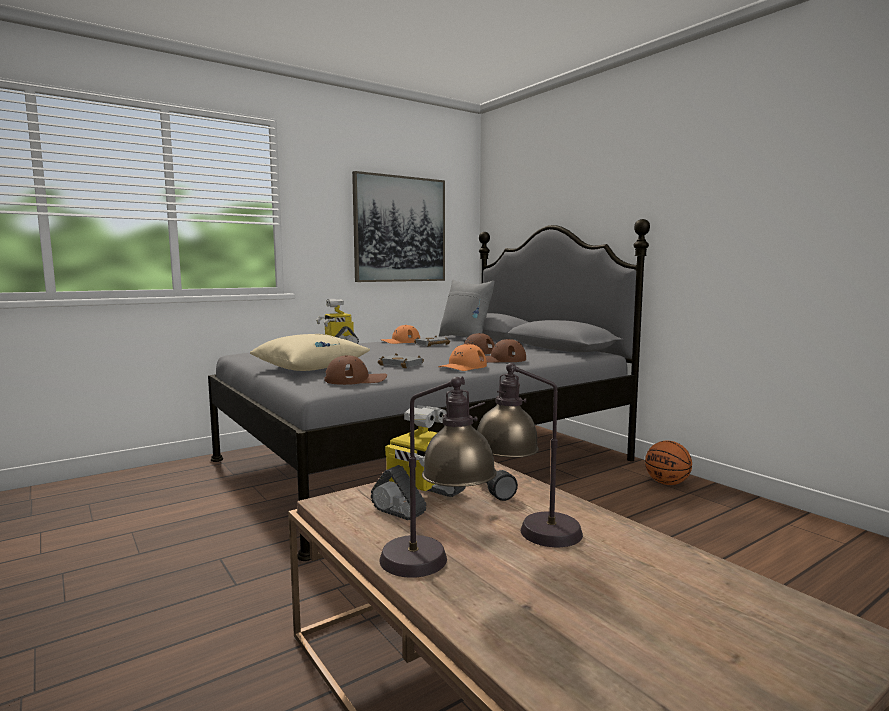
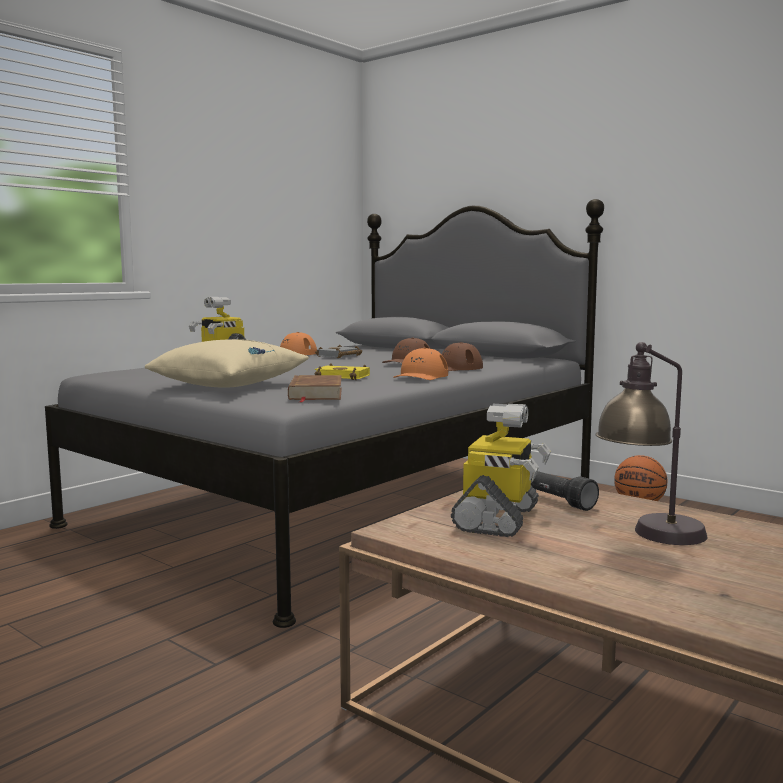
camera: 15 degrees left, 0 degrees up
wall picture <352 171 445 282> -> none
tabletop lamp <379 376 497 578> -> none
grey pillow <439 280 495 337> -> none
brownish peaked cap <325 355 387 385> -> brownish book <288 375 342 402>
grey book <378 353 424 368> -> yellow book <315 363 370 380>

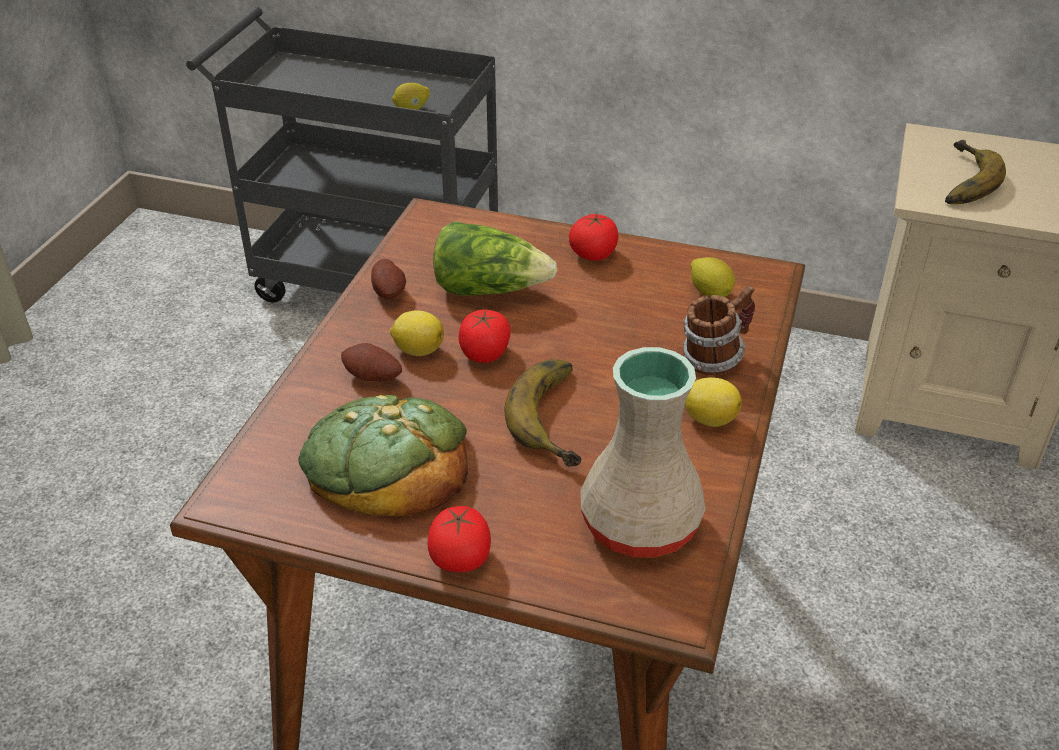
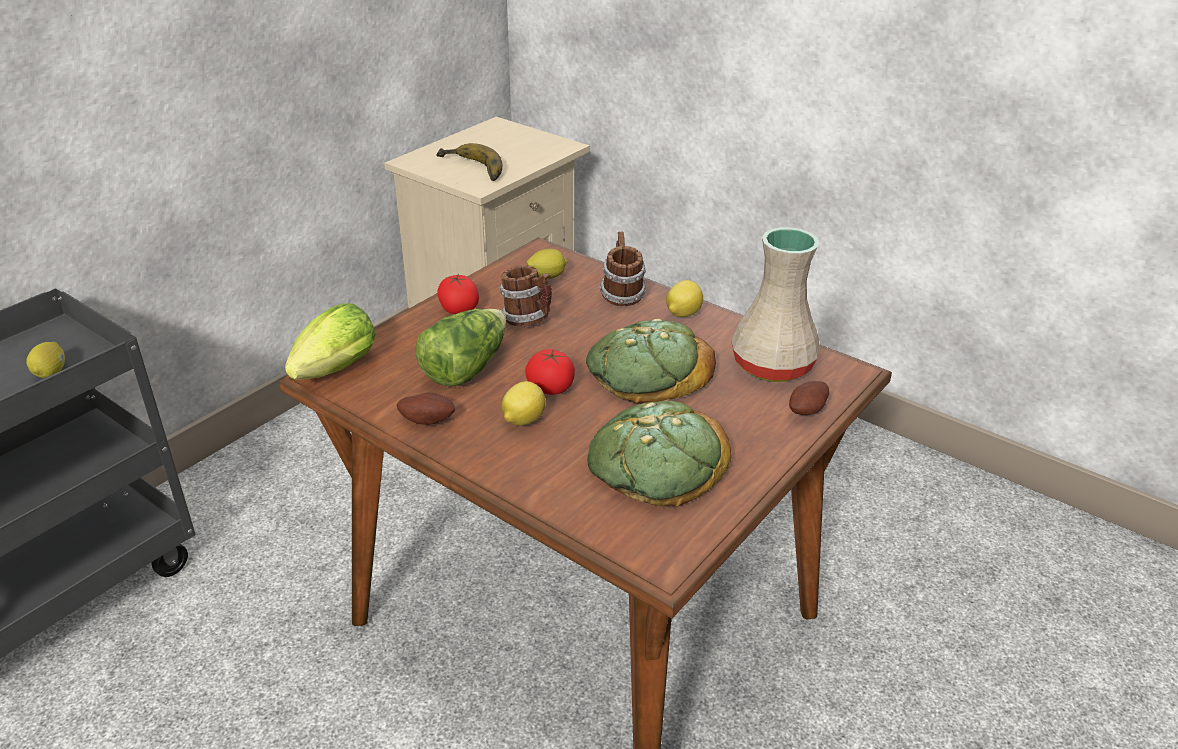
camera: 70 degrees left, 5 degrees down
fresh tomato <427 506 491 572> -> none
none -> lettuce <285 303 376 379>
none -> tea mug <499 265 552 326>
whole potato <341 343 402 381> -> whole potato <789 381 829 415>, shifted
banana <504 359 581 467> -> bakery bread <586 319 716 404>

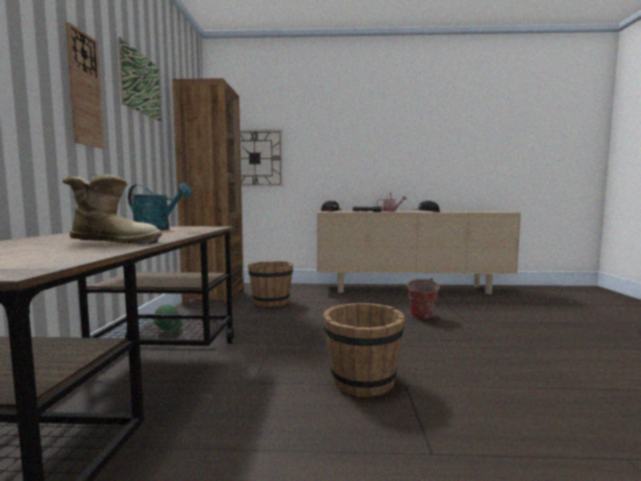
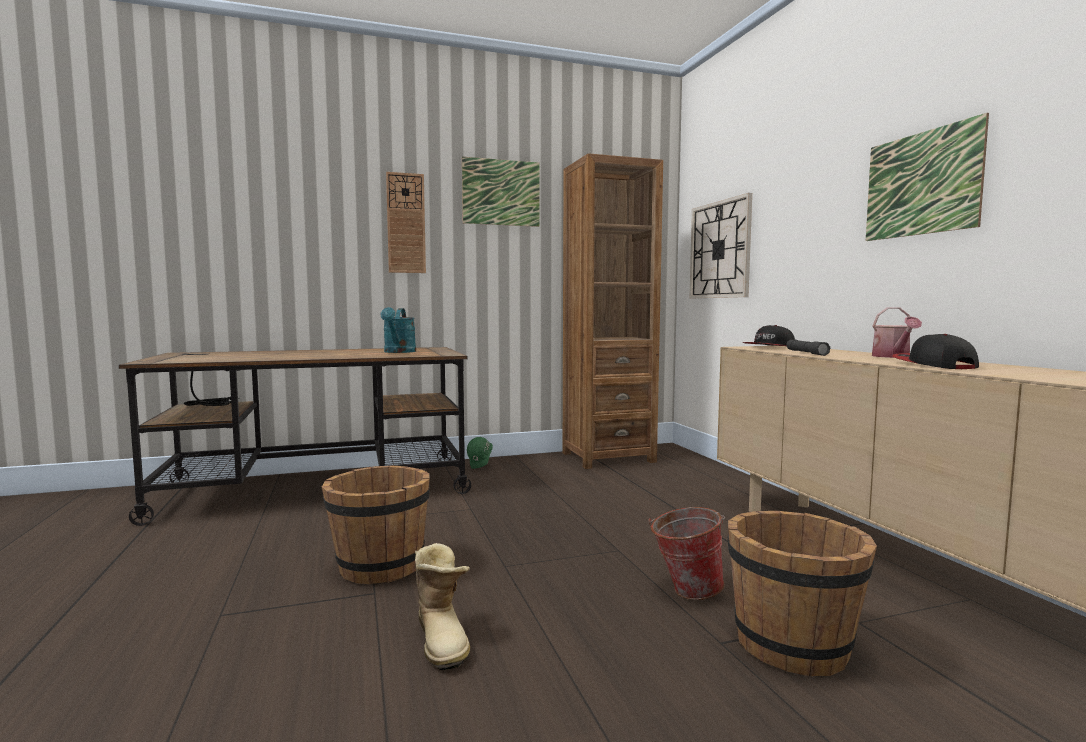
camera: 70 degrees right, 0 degrees up
none -> wall picture <866 113 989 241>
boot <62 174 162 244> -> boot <415 543 470 670>, shifted
brownish bucket <248 261 293 307> -> brownish bucket <727 511 877 676>, shifted

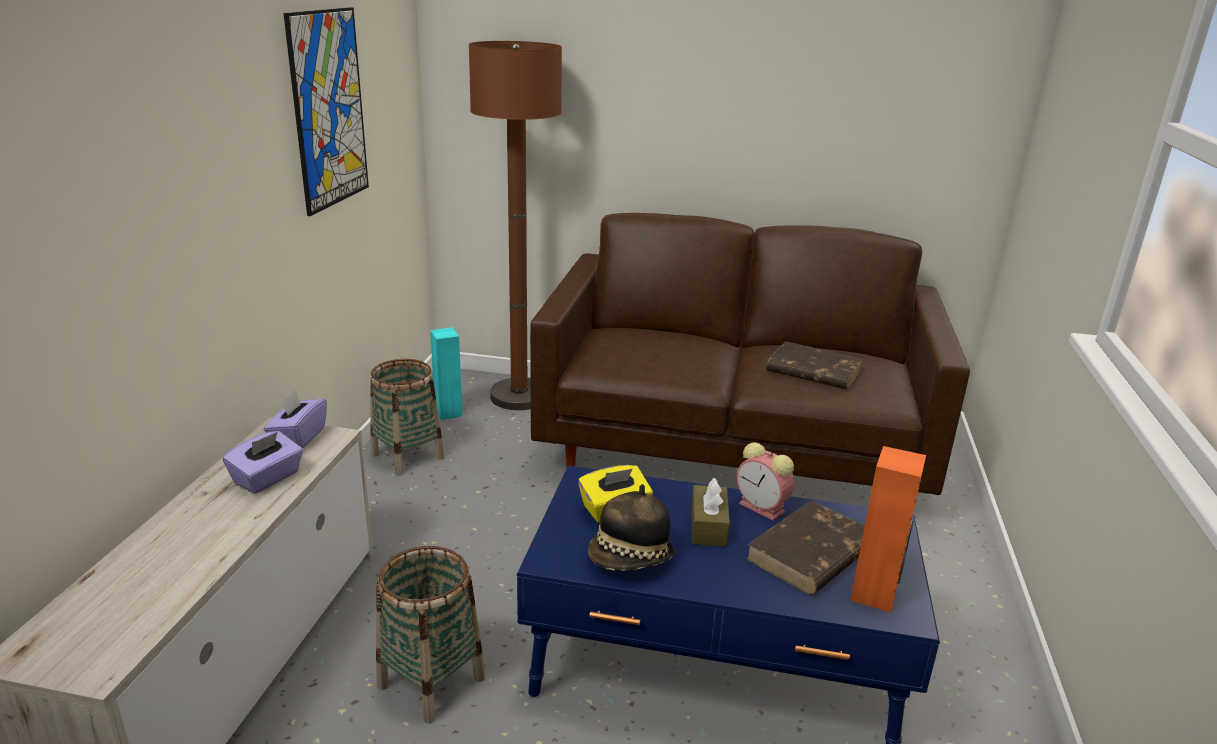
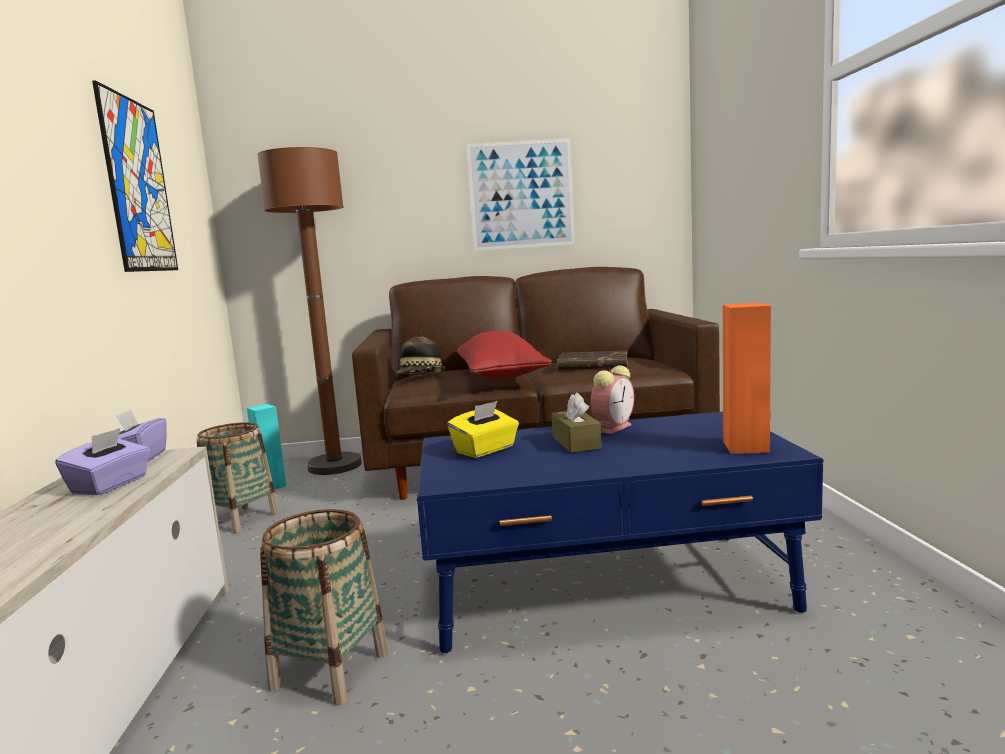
camera: 15 degrees left, 15 degrees down
brownish book <746 500 864 595> -> none
none -> red-coloured pillow <457 330 552 380>
none -> wall picture <466 138 575 251>
wearable hat <588 484 675 571> -> wearable hat <396 332 446 374>, shifted
bedside clock <737 442 795 521> -> bedside clock <591 365 634 434>, 75 degrees counterclockwise

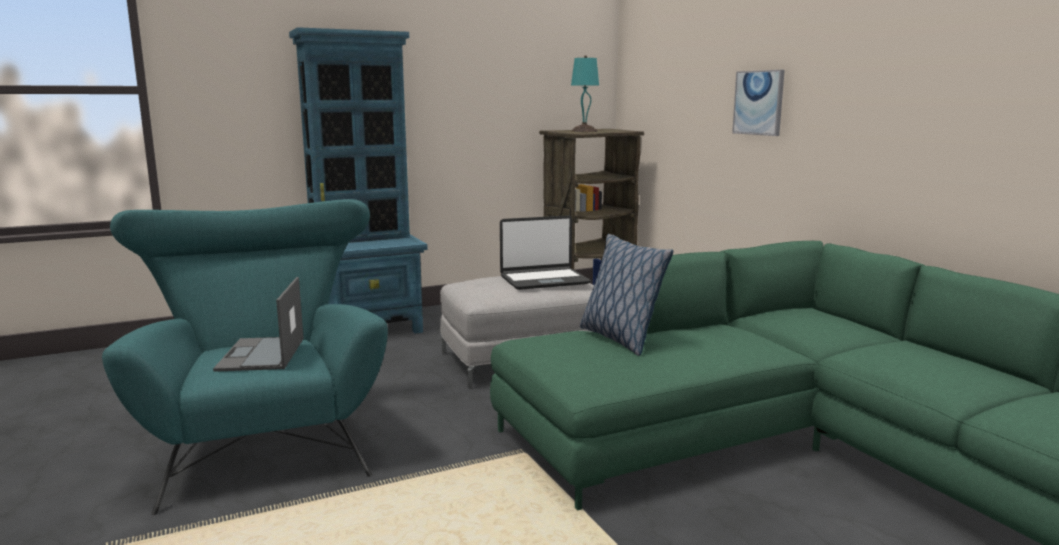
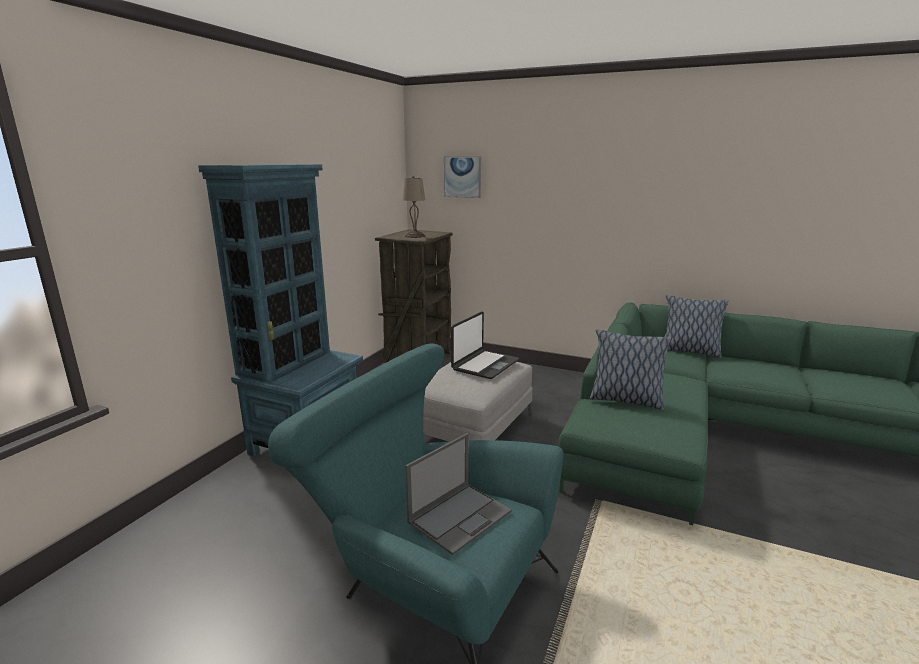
camera: 40 degrees left, 5 degrees up
none -> pillow <665 295 728 358>
wall picture <732 70 785 136> -> wall picture <444 156 481 198>, shifted
turquoise tabletop lamp <571 55 599 132> -> beige tabletop lamp <403 176 425 238>
notebook computer <213 277 304 372> -> notebook computer <405 433 512 555>, 90 degrees counterclockwise

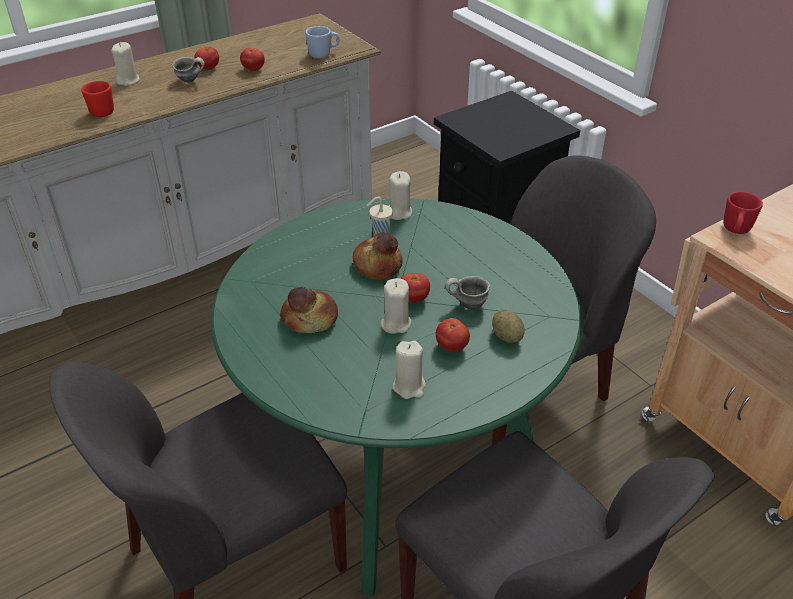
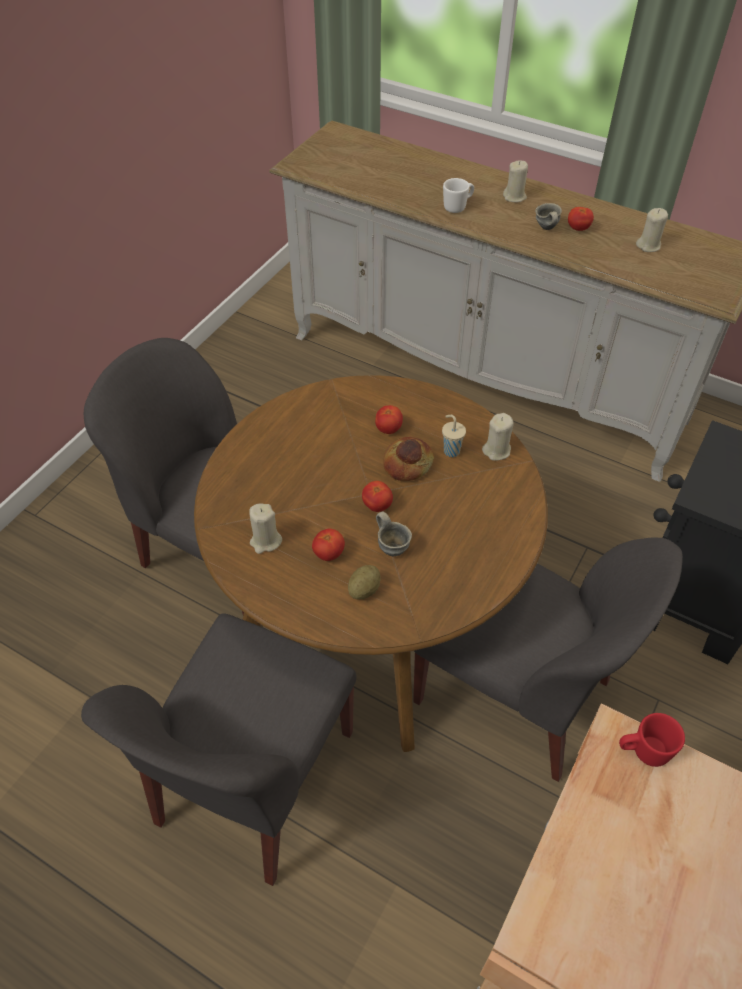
camera: 65 degrees right, 10 degrees up
bakery bread <280 287 338 333> -> none
bluish tea mug <305 26 340 58> -> none
fresh tomato <240 47 265 71> -> fresh tomato <375 405 403 434>, shifted
beige wax light <381 278 411 334> -> beige wax light <636 208 668 252>, shifted
red-coloured tea mug <81 81 114 117> -> white-coloured tea mug <443 178 474 213>
green-coloured dinner table <211 198 582 596> -> brownish dinner table <194 375 548 752>

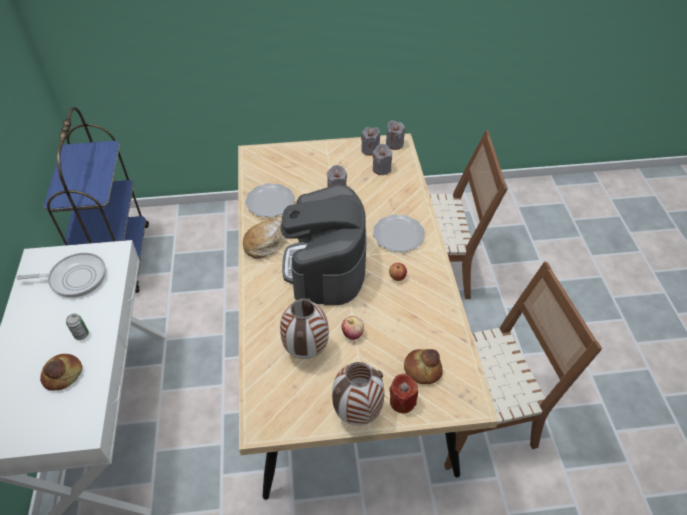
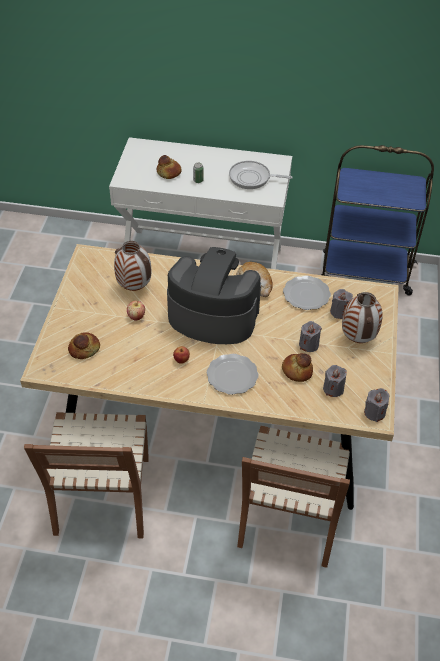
camera: 105 degrees right, 0 degrees up
red-coloured wax light <390 373 418 413> -> none
none -> bakery bread <282 353 313 382>
flower vase <332 362 384 425> -> flower vase <342 292 383 343>, shifted
grey wax light <361 127 380 156> -> grey wax light <330 289 353 319>, shifted
skillet <16 253 106 298> -> skillet <229 161 293 189>, 90 degrees clockwise

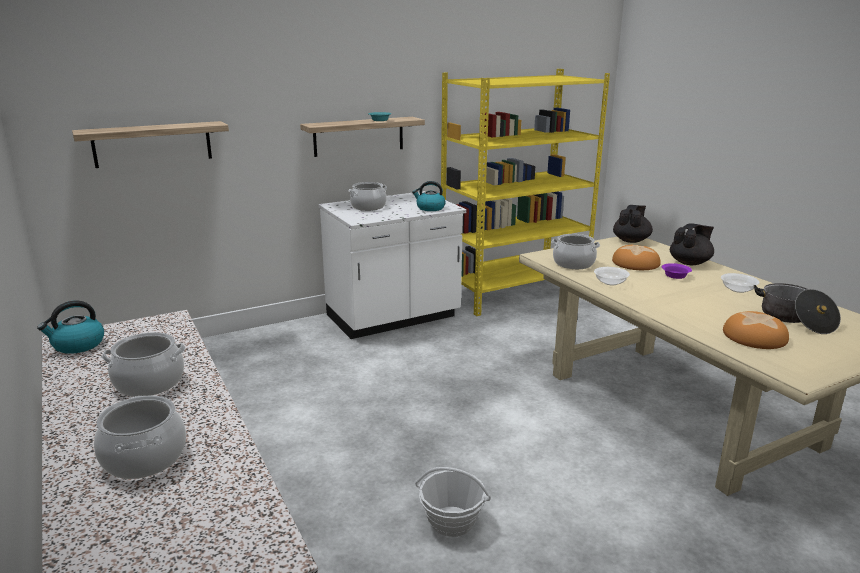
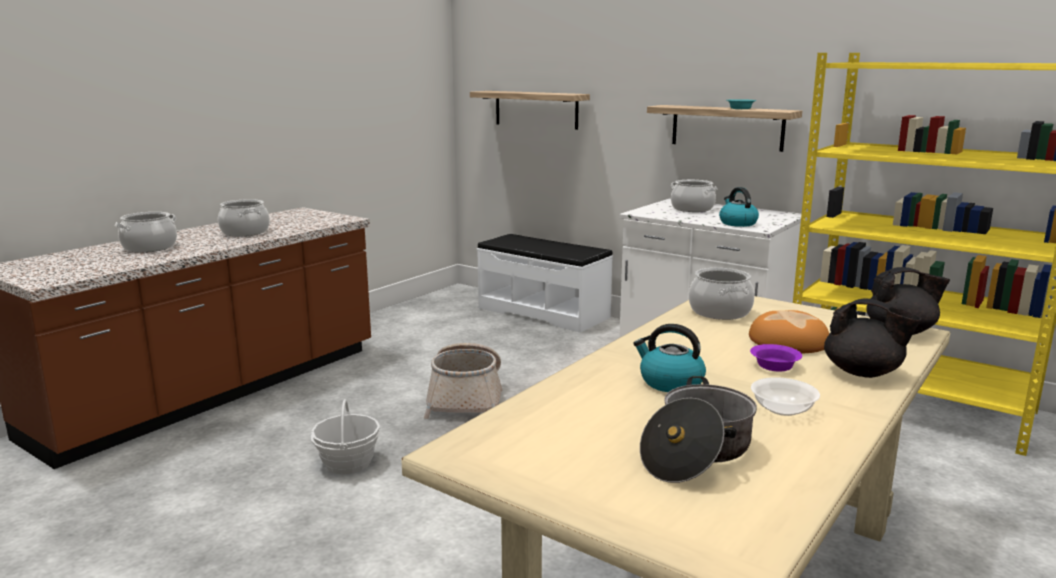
camera: 65 degrees right, 5 degrees down
deep dish <594 267 630 285> -> none
bakery bread <723 311 789 349> -> none
none -> storage basket <424 343 503 419>
none -> white-coloured bench <477 234 613 333>
tea kettle <37 300 104 354> -> tea kettle <633 324 706 392>, shifted

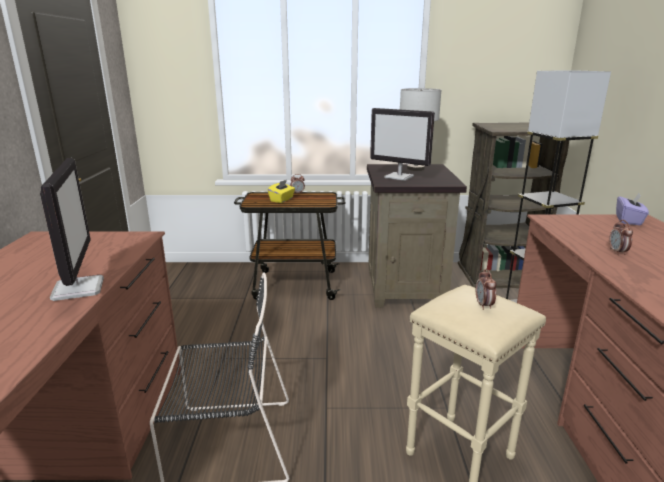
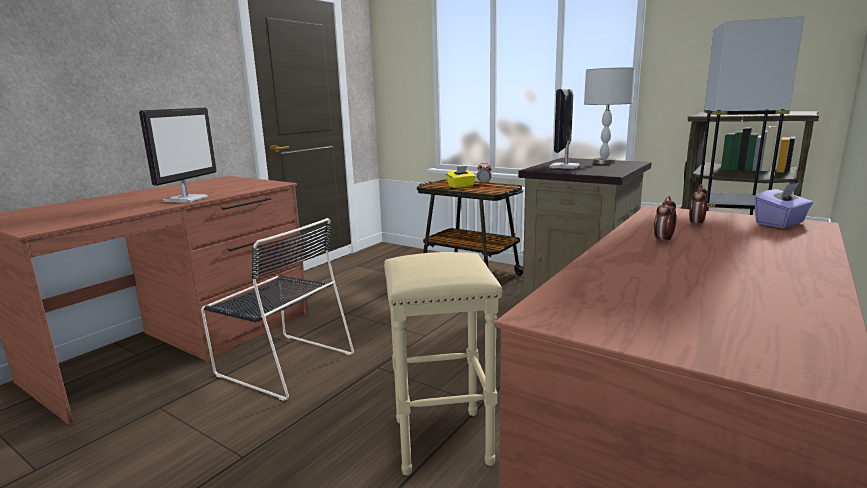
camera: 35 degrees right, 5 degrees down
bedside clock <476 269 496 310> -> bedside clock <689 184 708 226>, shifted
monitor <370 108 435 181> -> monitor <550 89 580 169>, 45 degrees clockwise

